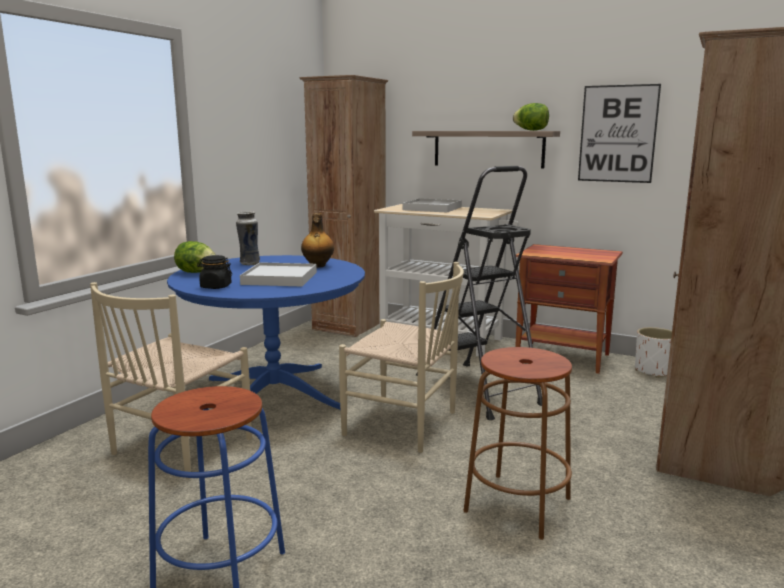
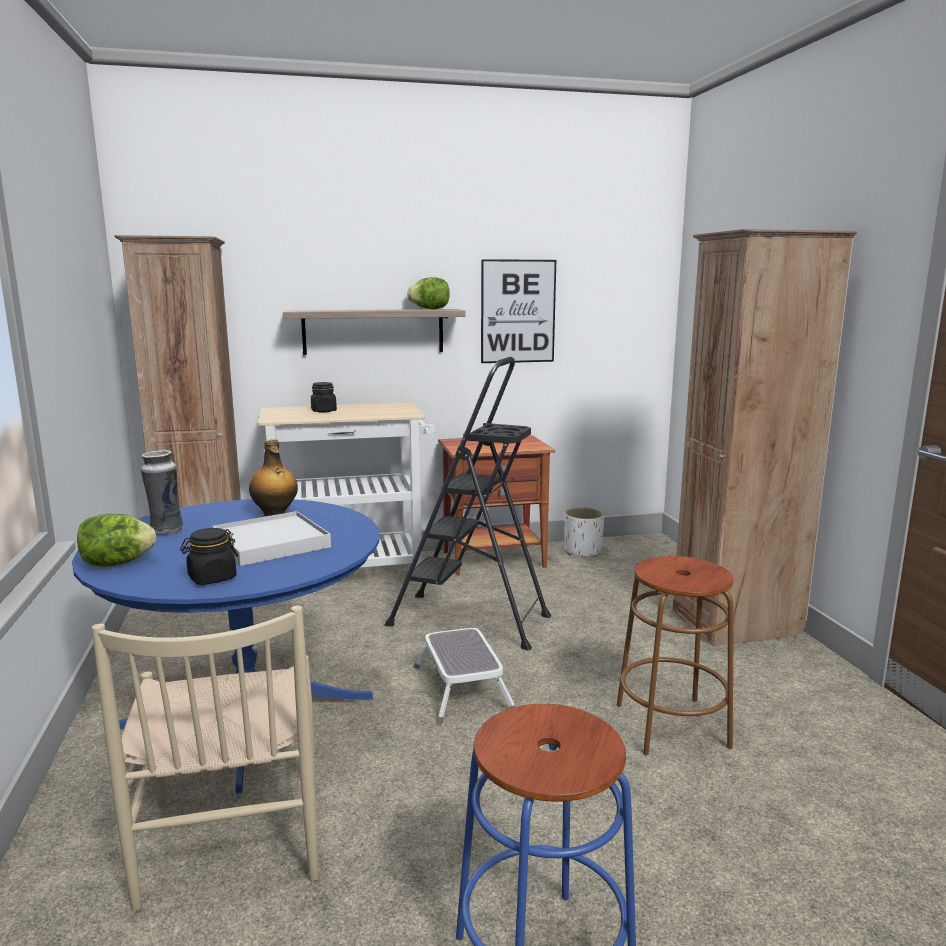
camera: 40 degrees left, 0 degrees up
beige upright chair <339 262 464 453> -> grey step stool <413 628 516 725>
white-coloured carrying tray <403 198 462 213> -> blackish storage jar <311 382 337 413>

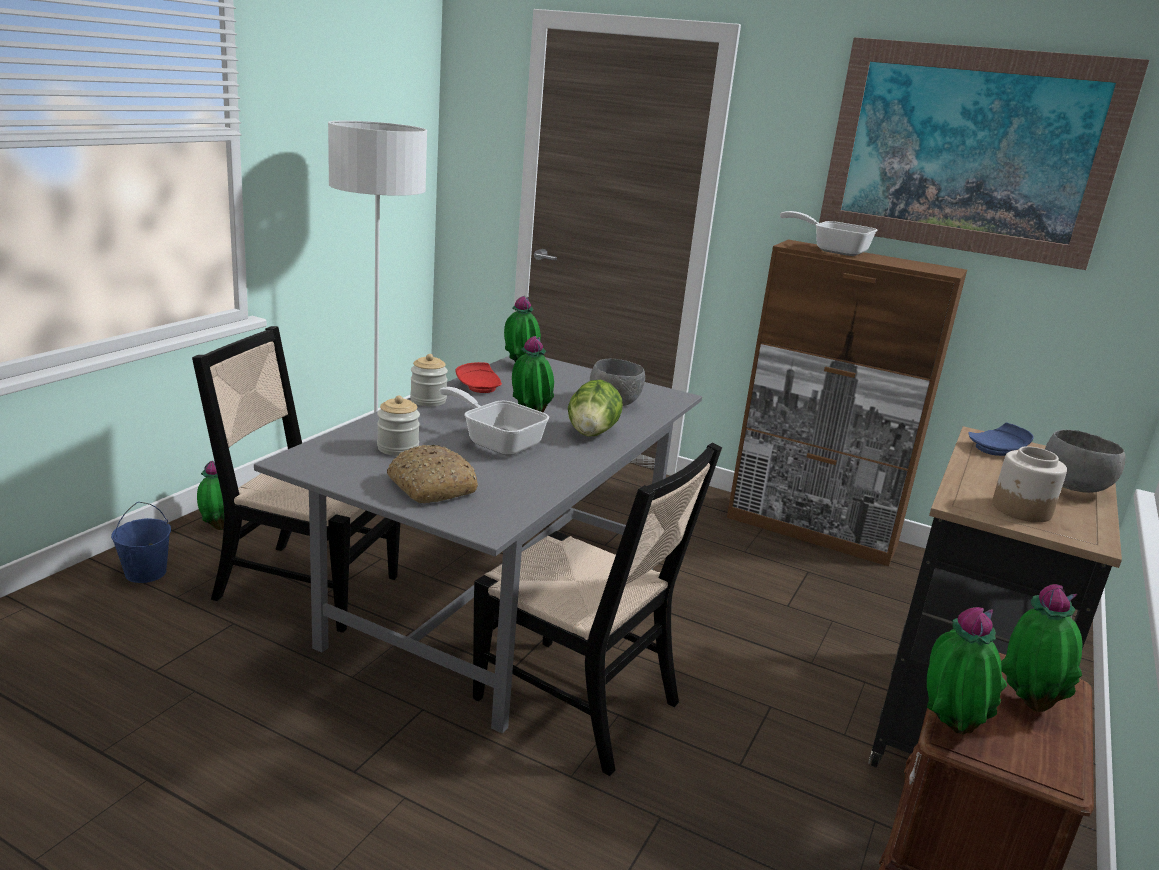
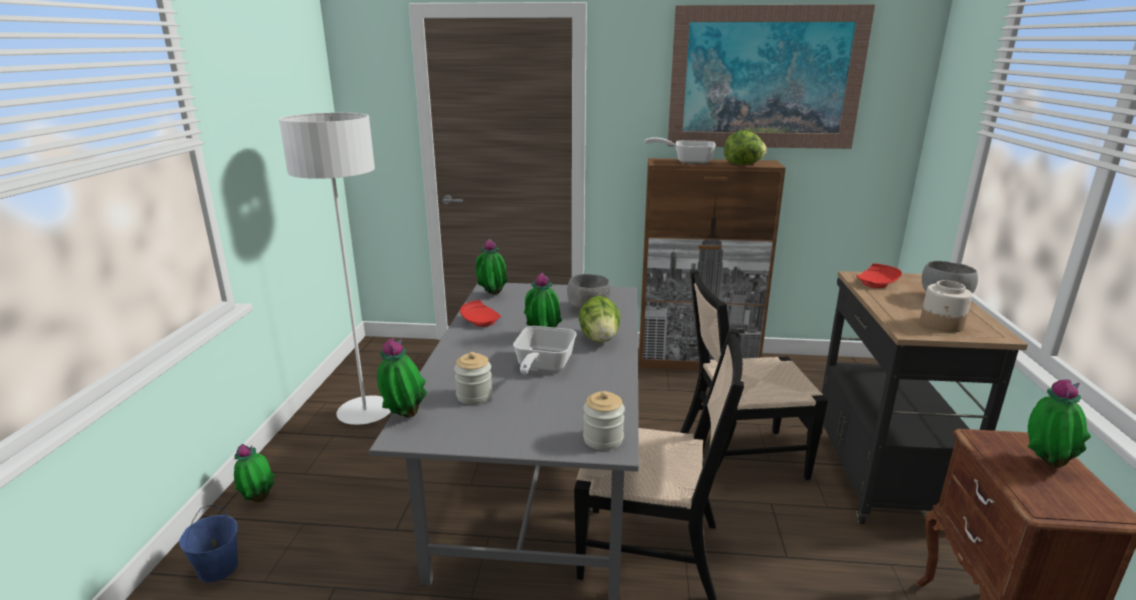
camera: 20 degrees left, 0 degrees up
bakery bread <387 445 478 503> -> none
none -> lettuce <724 131 767 164>
upright chair <192 326 400 633> -> upright chair <680 270 828 480>, shifted
storage jar <410 354 448 406> -> storage jar <583 391 625 450>, shifted
houseplant <927 607 1007 735> -> houseplant <377 338 427 418>, shifted
bluish plate <968 422 1034 456> -> red-coloured plate <856 263 902 288>
skillet <439 387 549 456> -> skillet <513 326 577 374>, 90 degrees counterclockwise

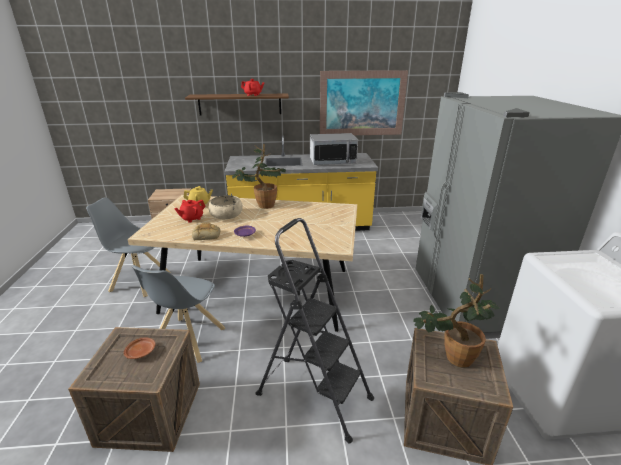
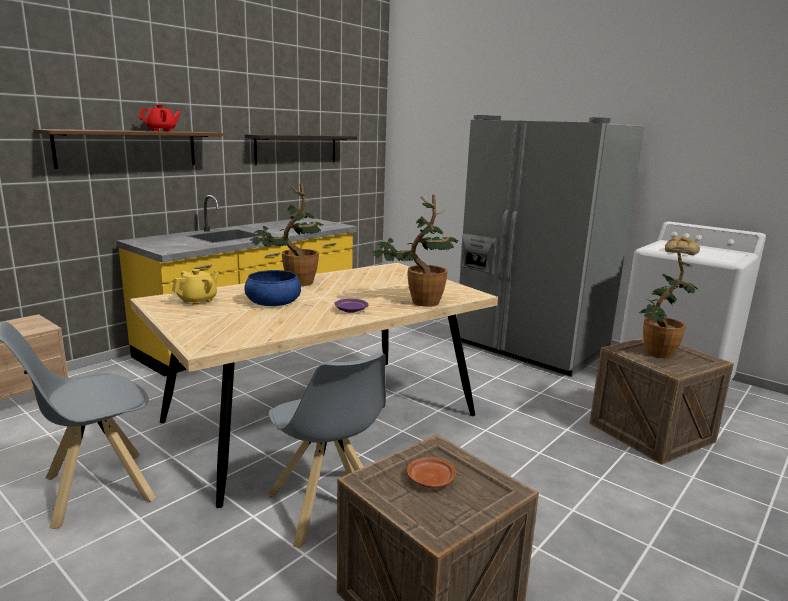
camera: 45 degrees left, 10 degrees down
red-coloured pot for tea <174 200 206 223> -> none
step stool <255 218 374 443> -> none
microwave oven <310 133 358 165> -> none
none -> houseplant <373 195 458 307>
bakery bread <192 222 220 240> -> bakery bread <665 236 700 255>, shifted
wall picture <320 70 408 135> -> shelf <245 134 357 164>
beige deep dish <209 195 243 219> -> bluish deep dish <244 270 301 306>

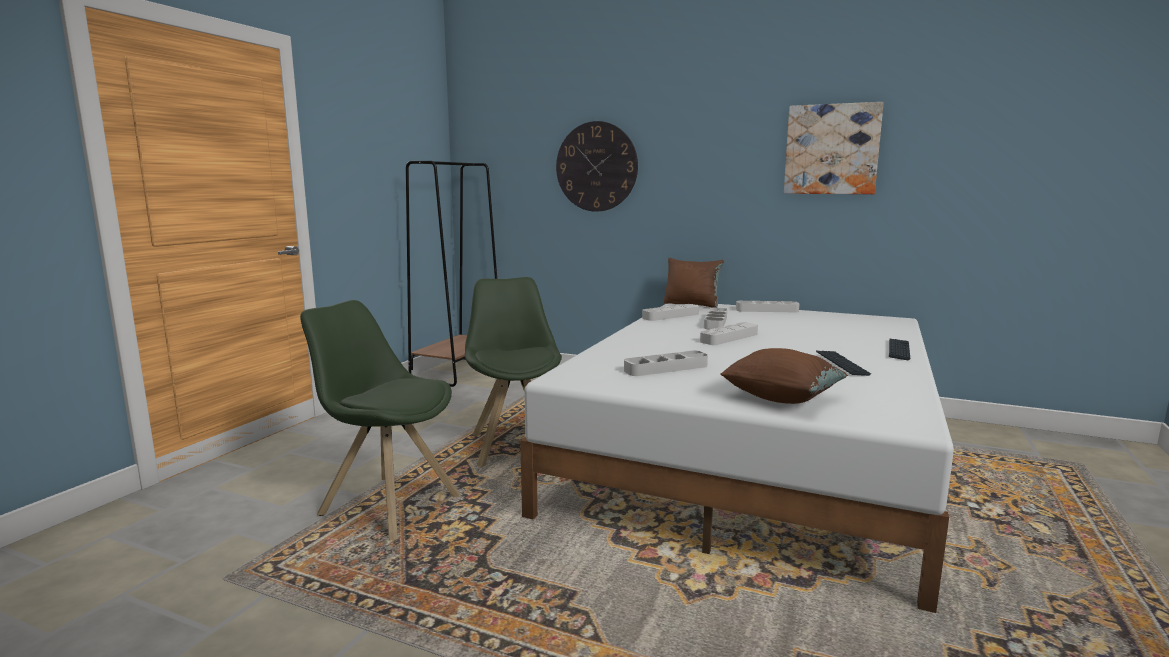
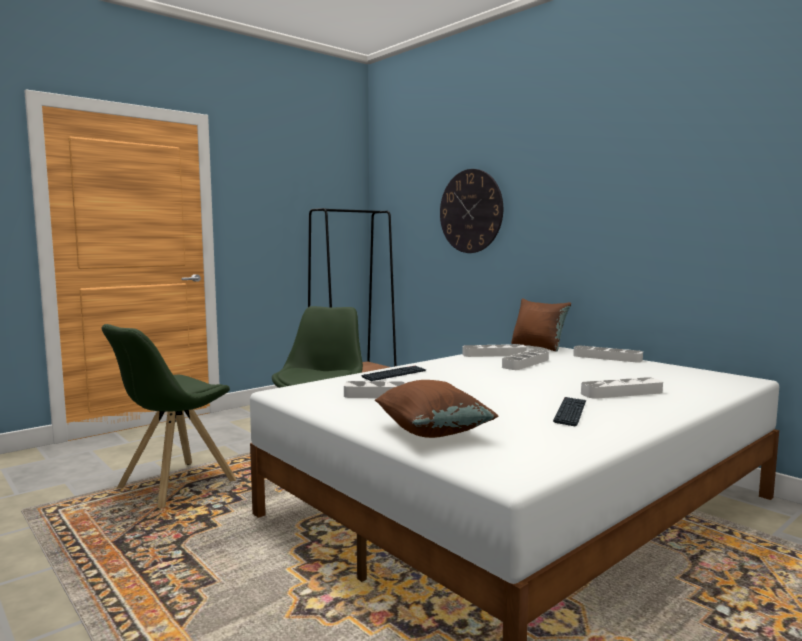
camera: 25 degrees right, 5 degrees down
wall picture <784 102 884 194> -> none
grey carrying tray <700 322 758 345> -> grey carrying tray <581 377 663 399>, shifted
computer keyboard <889 338 911 360> -> computer keyboard <362 366 426 381>, shifted
green-coloured upright chair <300 300 460 541> -> green-coloured upright chair <102 324 236 508>, 105 degrees counterclockwise

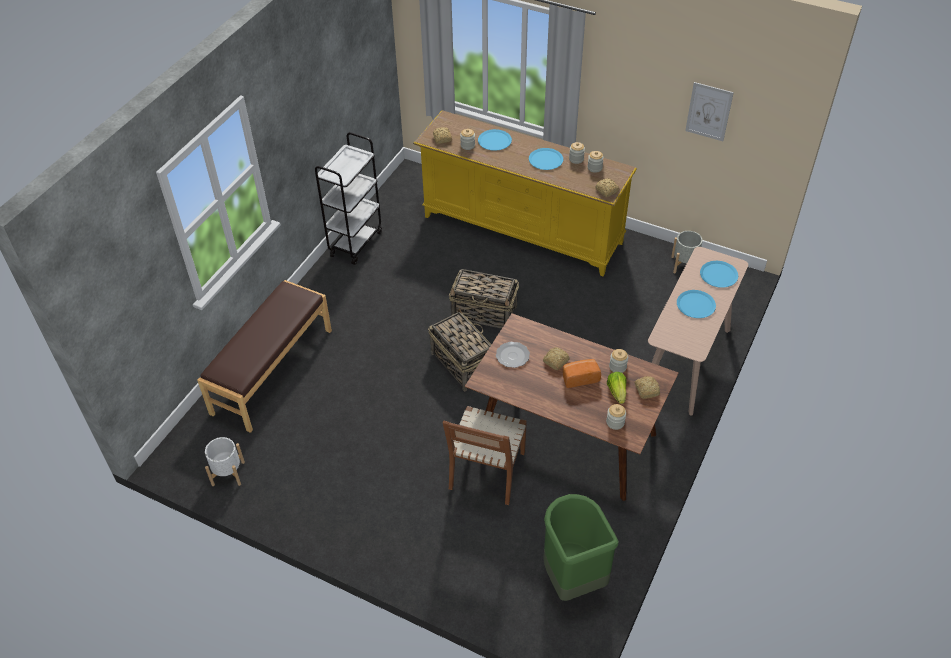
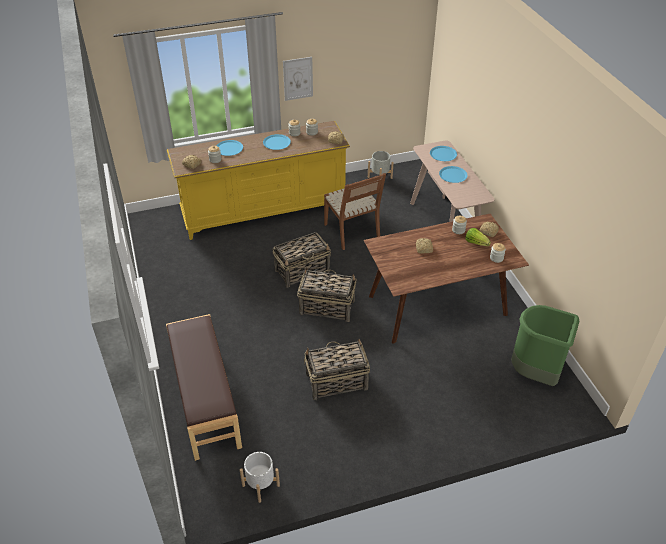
camera: 45 degrees left, 5 degrees down
white-coloured trolley <315 132 383 265> -> none
plate <496 342 530 368> -> none
bakery bread <563 359 601 388> -> none
none -> storage basket <304 339 370 400>
upright chair <443 406 527 505> -> upright chair <324 173 386 250>, shifted
wall picture <685 82 734 141> -> wall picture <283 57 313 101>, shifted

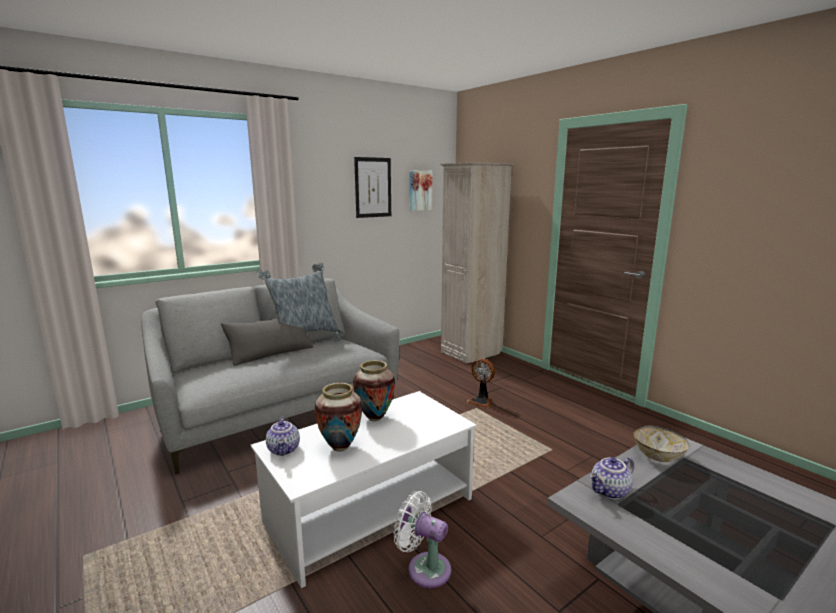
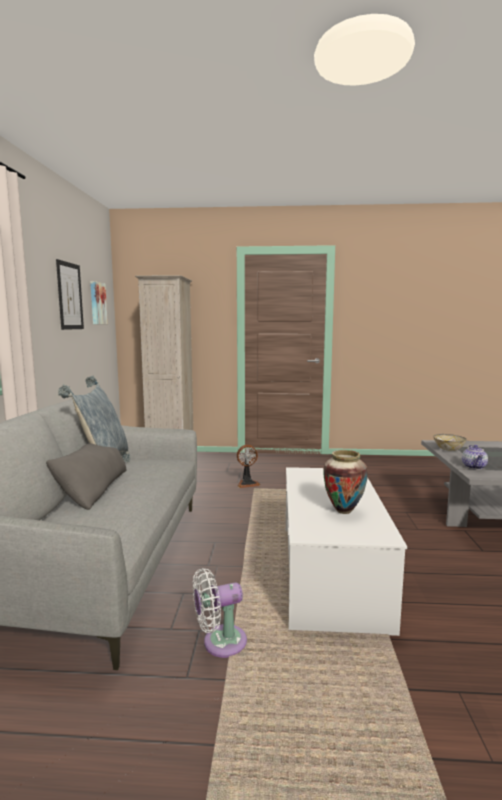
camera: 50 degrees left, 5 degrees down
pot for tea <266 416 300 456> -> none
flower vase <353 360 395 421> -> none
white-coloured fan <394 491 451 588> -> white-coloured fan <193 568 247 658>, shifted

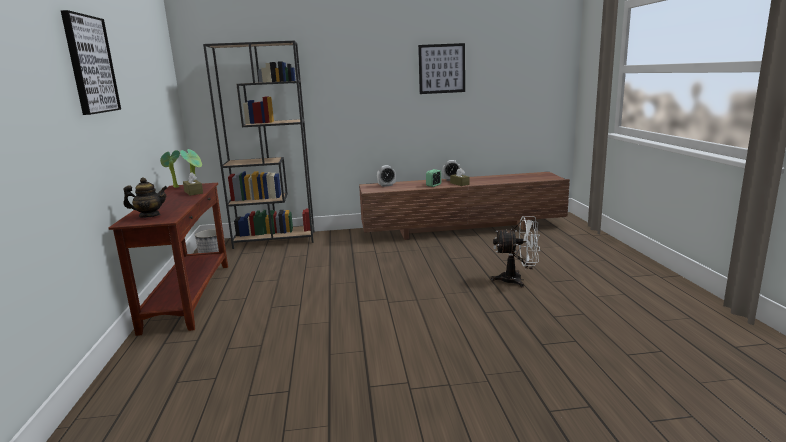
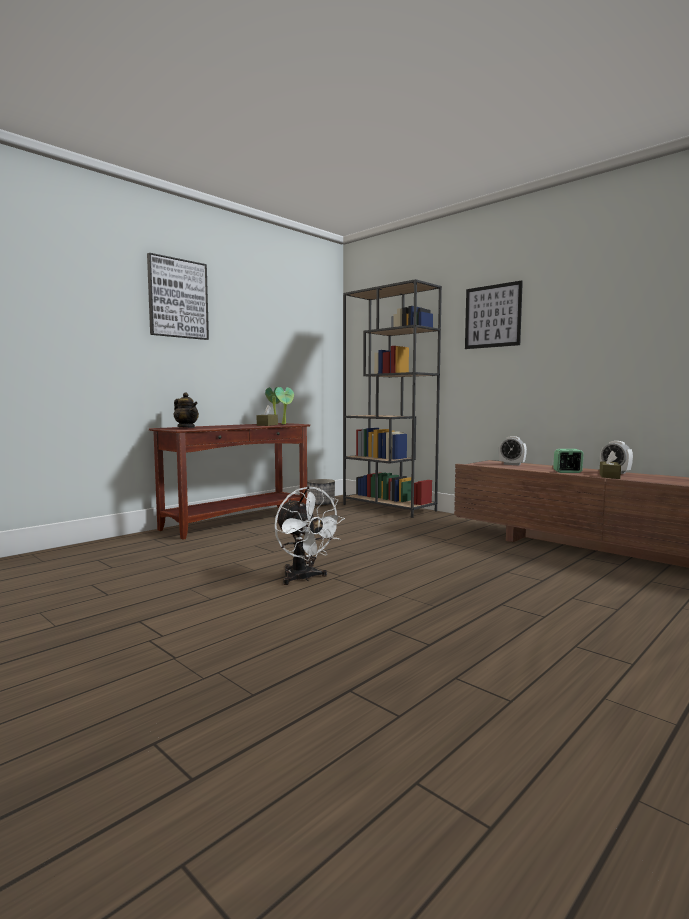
camera: 50 degrees right, 10 degrees down
wall picture <418 43 465 94> -> wall picture <465 280 523 349>, shifted
white-coloured fan <491 216 540 287> -> white-coloured fan <274 486 345 585>, shifted

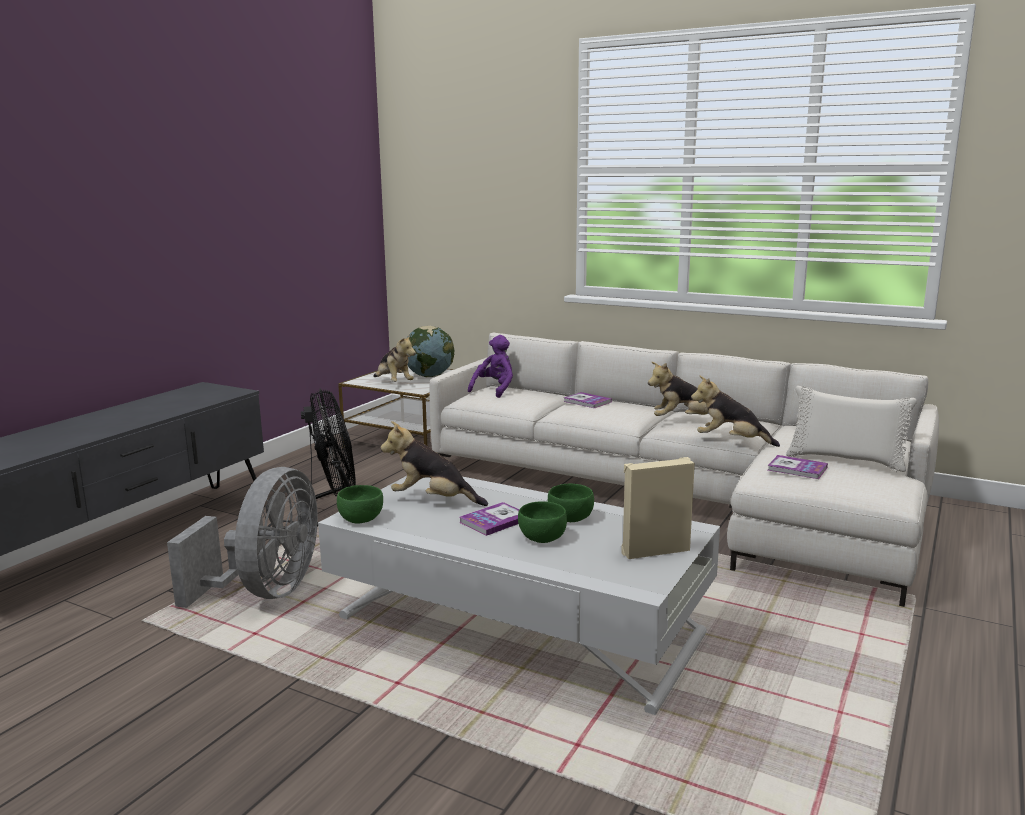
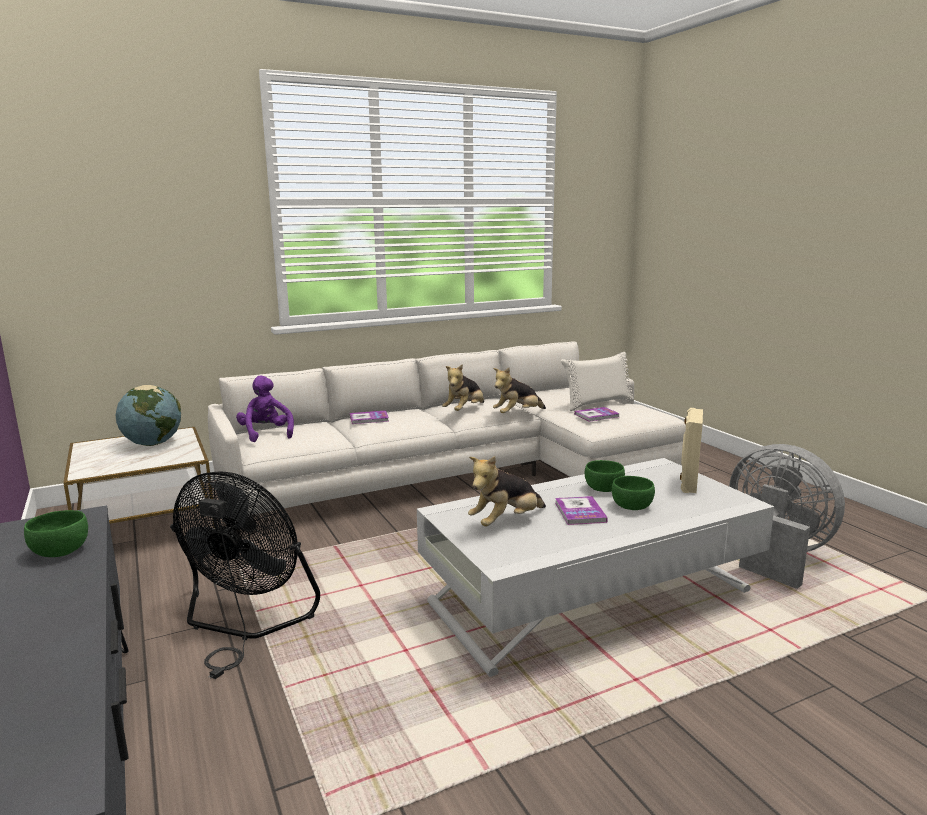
camera: 55 degrees left, 0 degrees up
plush toy <373 334 416 382> -> none
grey fan <167 467 318 608> -> grey fan <729 444 845 589>, shifted
green-coloured deep dish <337 485 383 524> -> green-coloured deep dish <24 510 88 557>, shifted

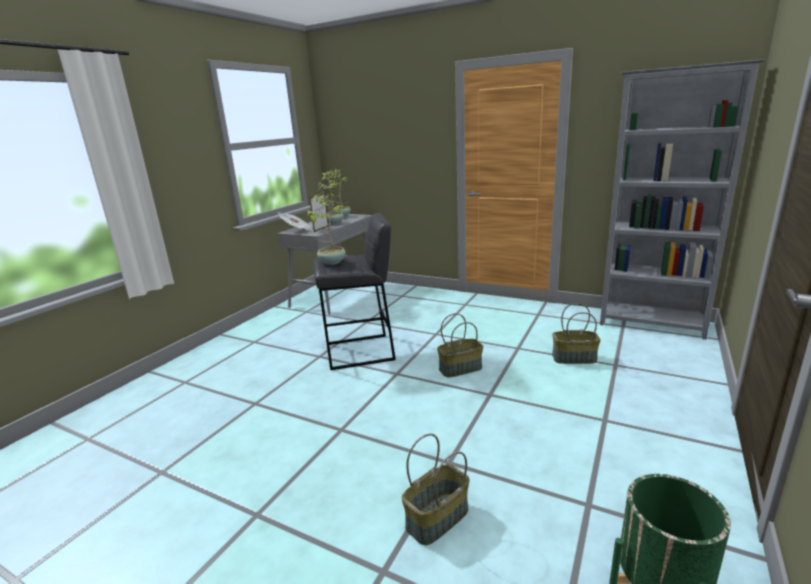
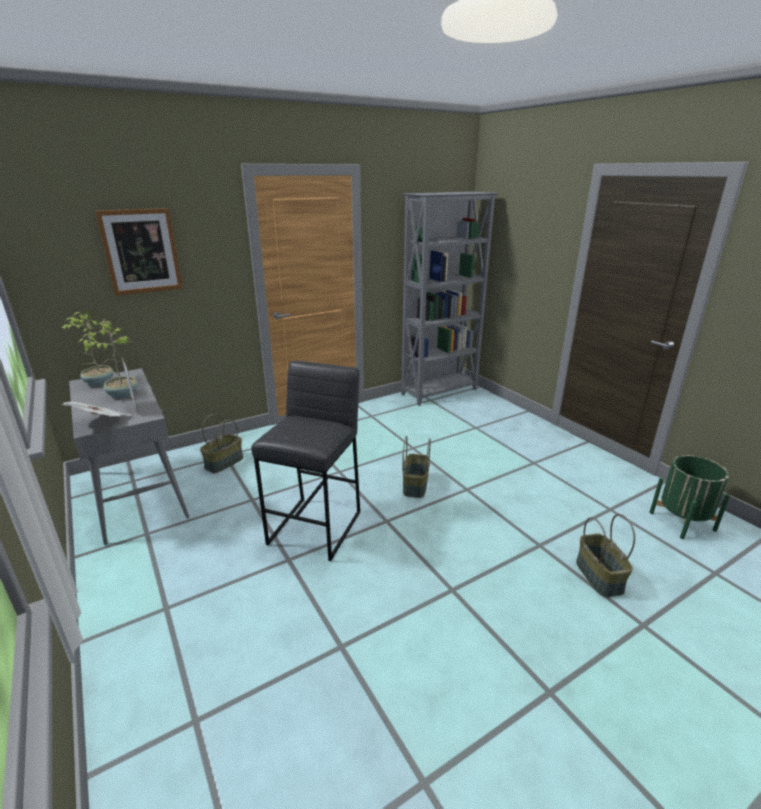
camera: 60 degrees left, 5 degrees up
houseplant <307 192 346 265> -> none
none -> wall picture <95 208 183 296>
storage basket <552 303 600 364> -> storage basket <200 414 243 473>, shifted

